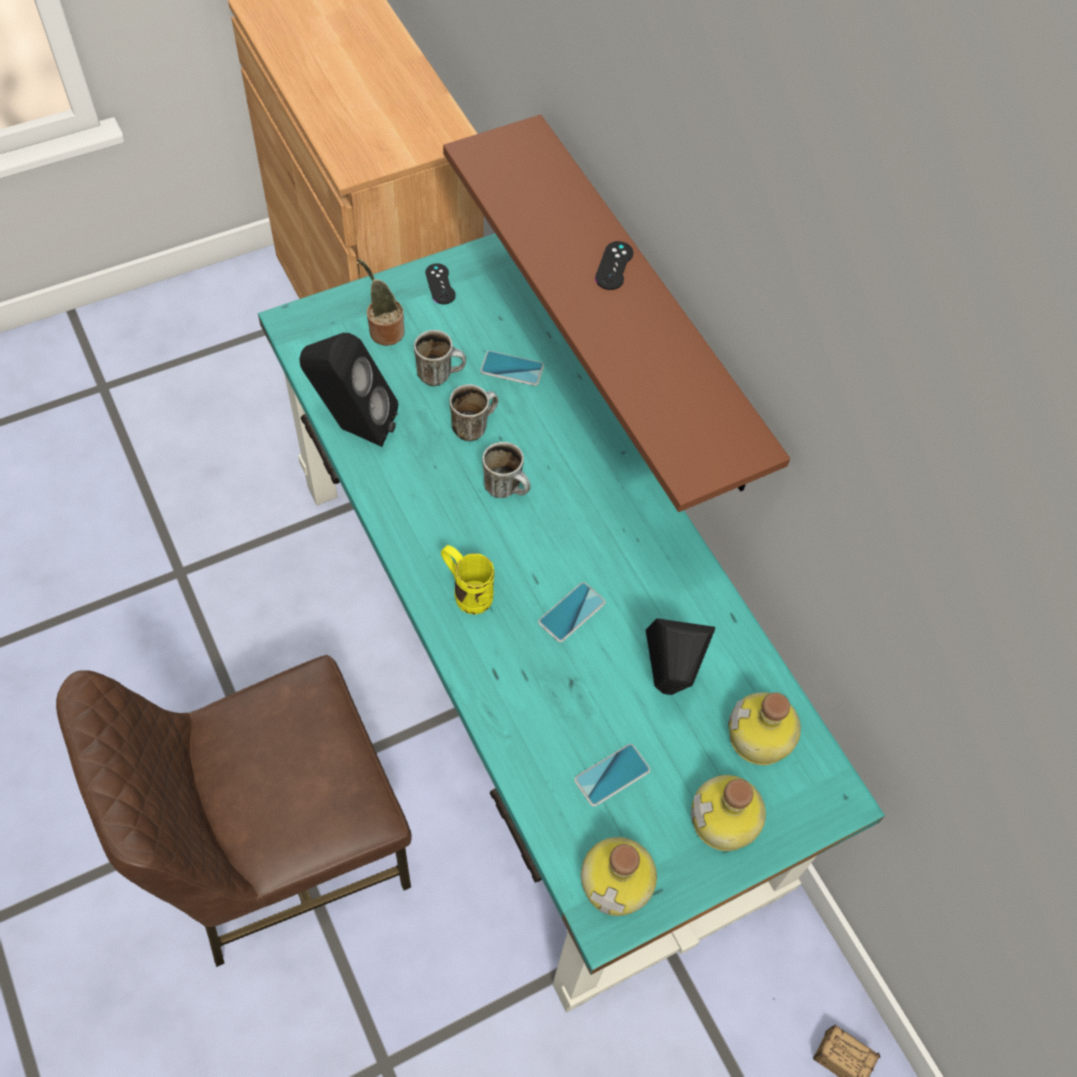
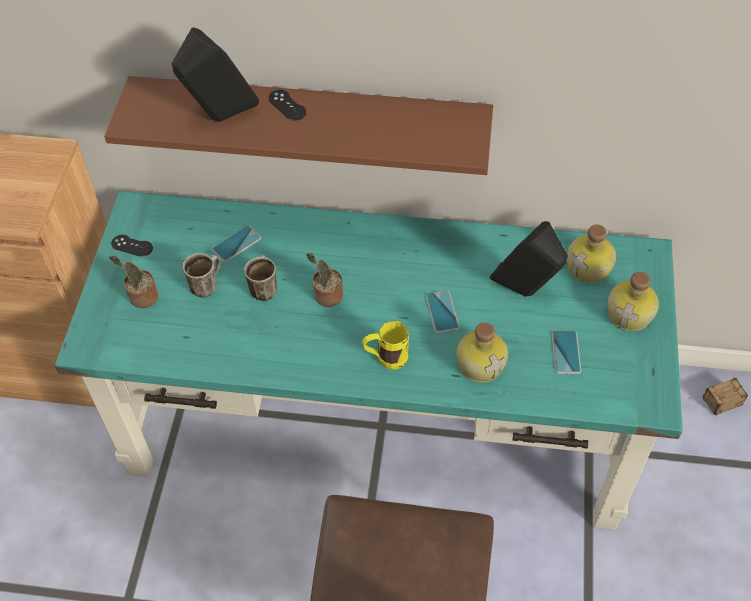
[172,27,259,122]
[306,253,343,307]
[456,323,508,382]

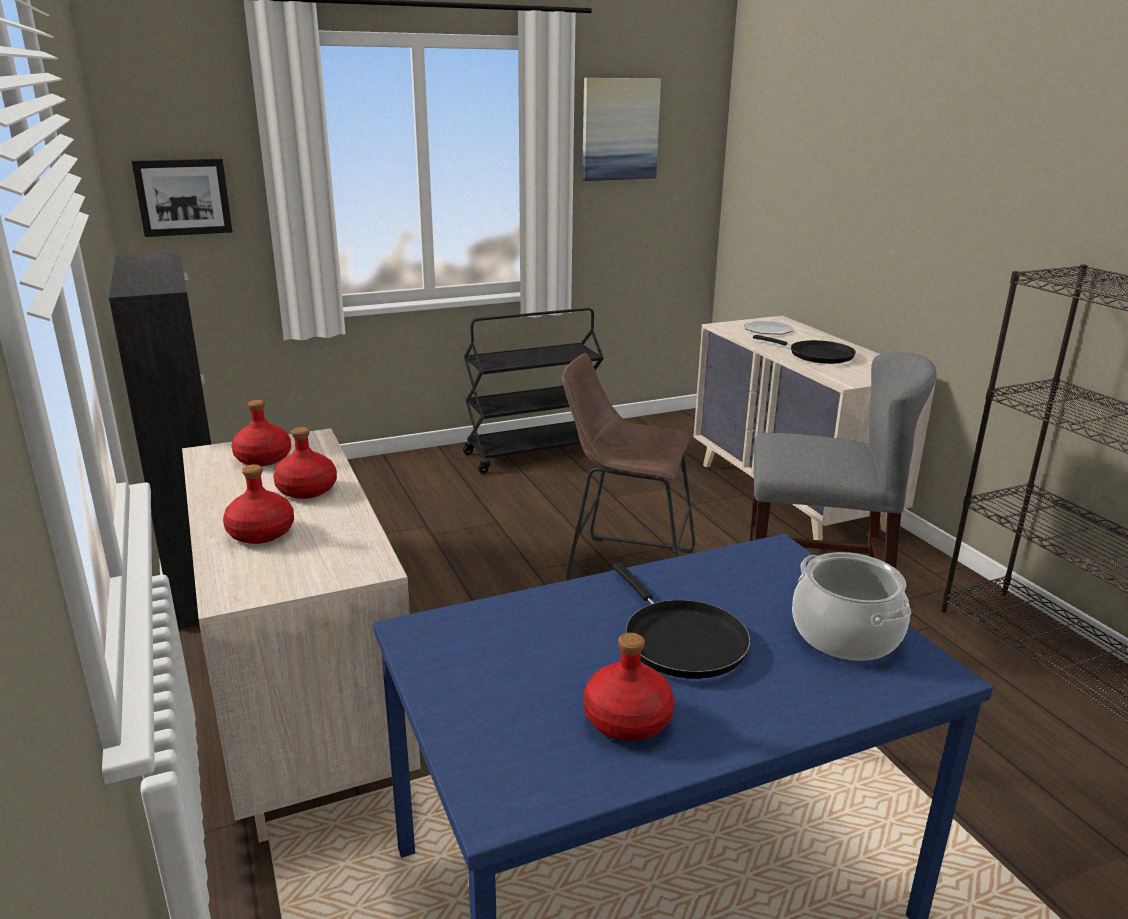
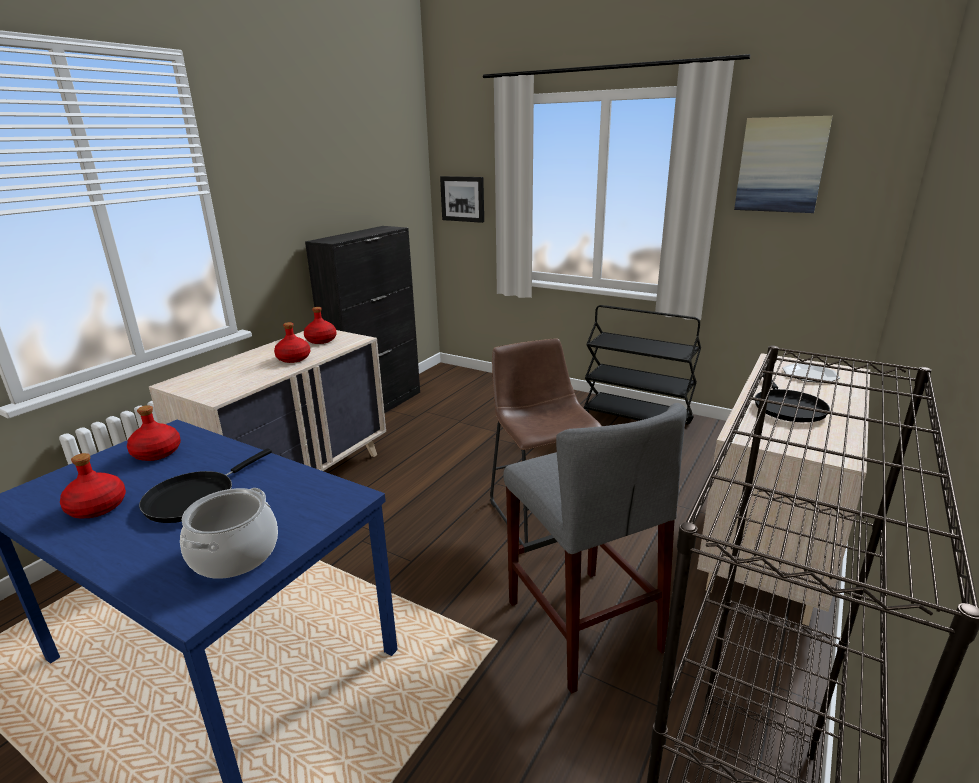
[127,405,181,461]

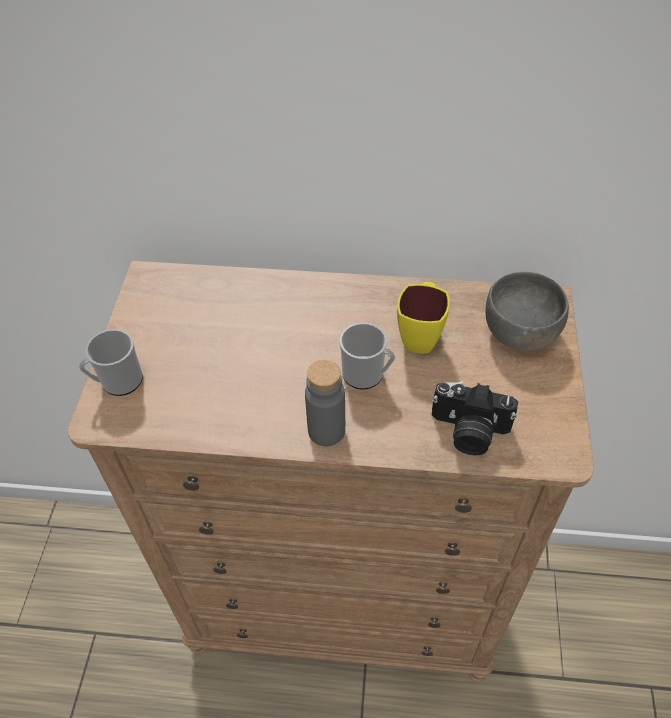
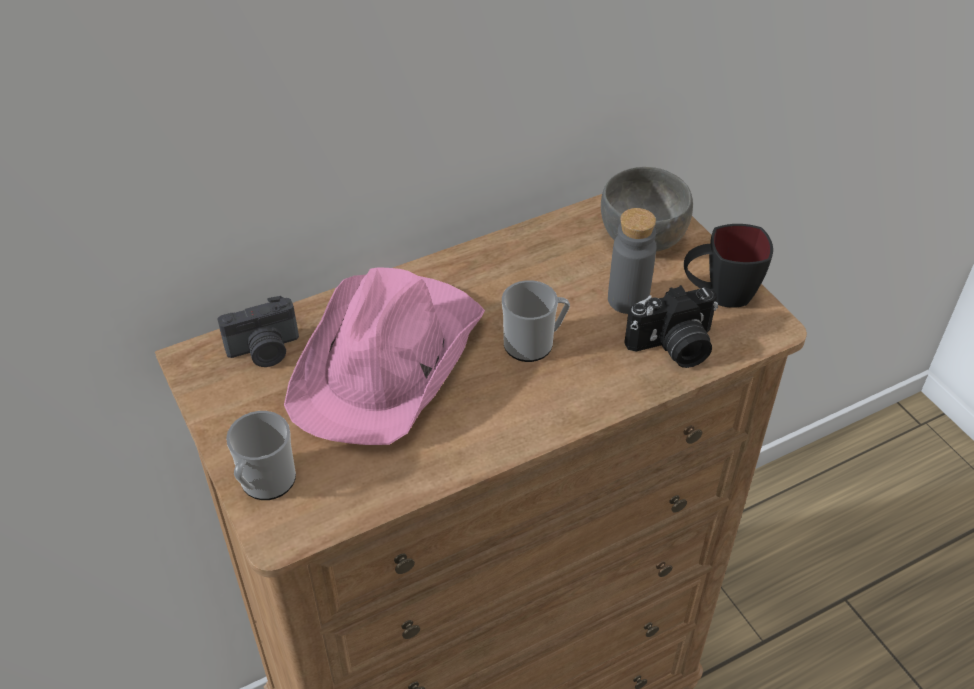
[217,296,299,367]
[284,268,485,445]
[608,208,657,314]
[684,224,773,308]
[397,282,450,354] (first image)

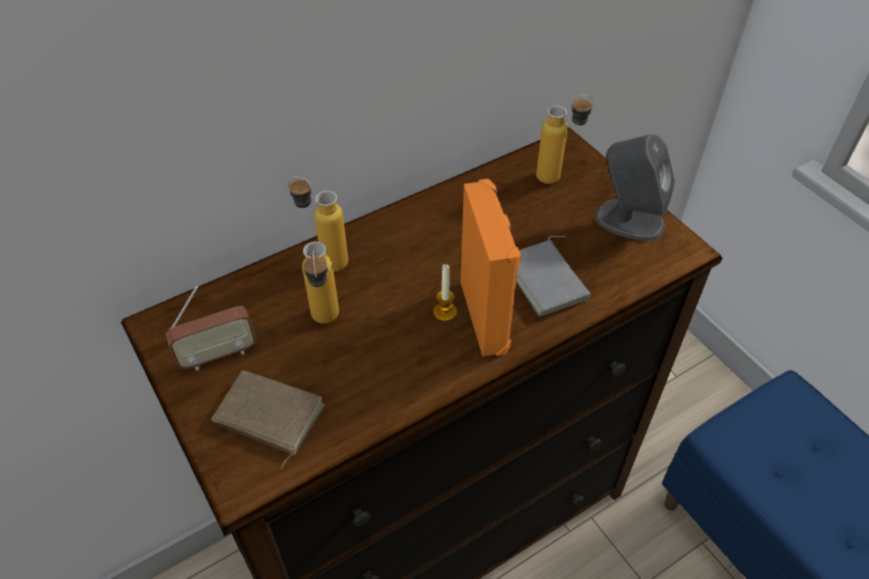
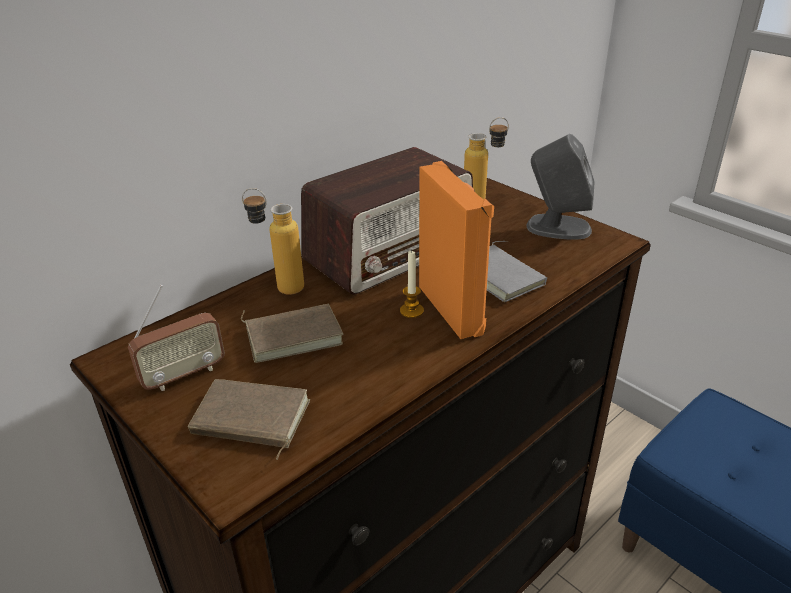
[241,304,343,363]
[301,147,473,295]

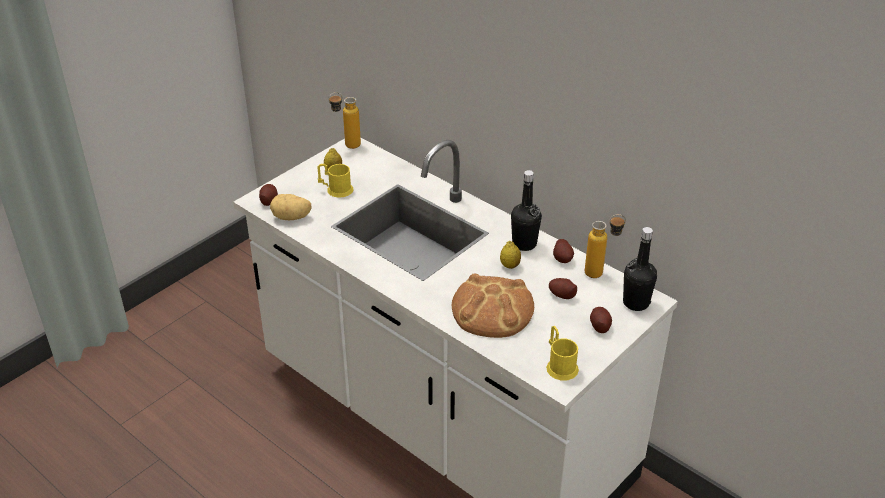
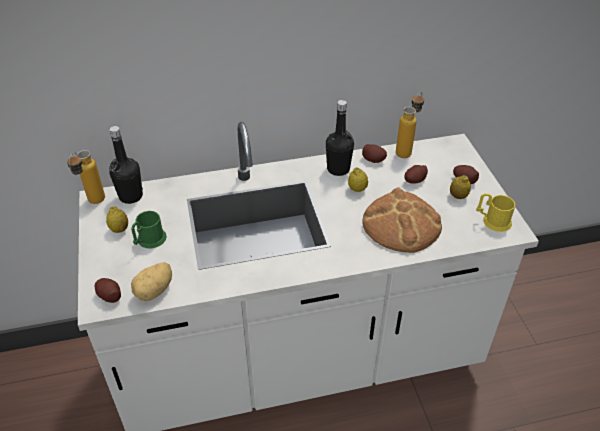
[109,126,143,204]
[131,211,167,249]
[450,175,471,199]

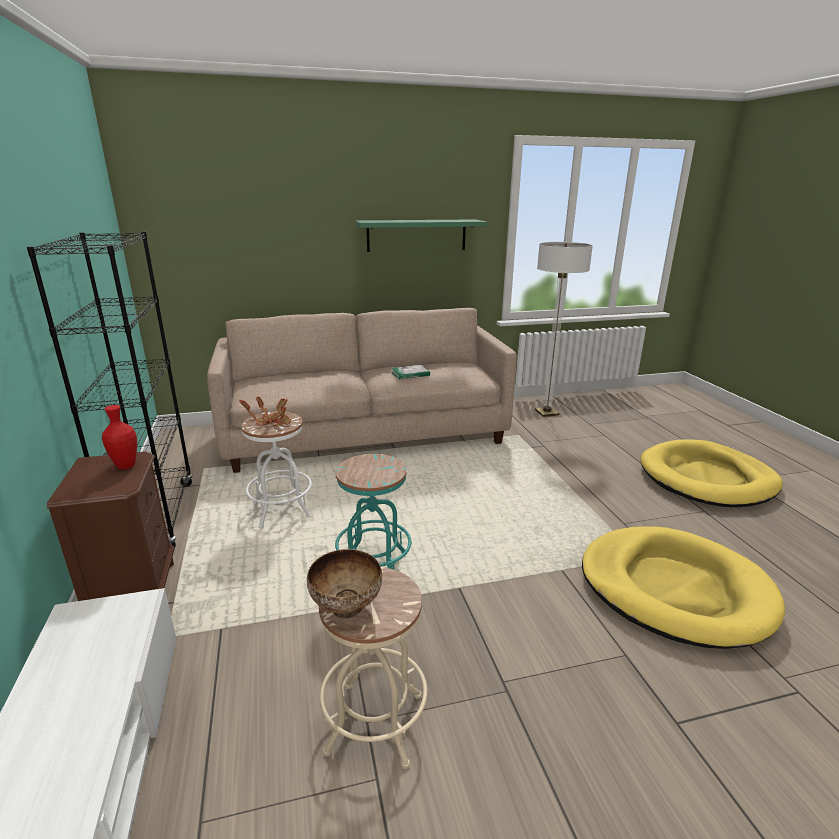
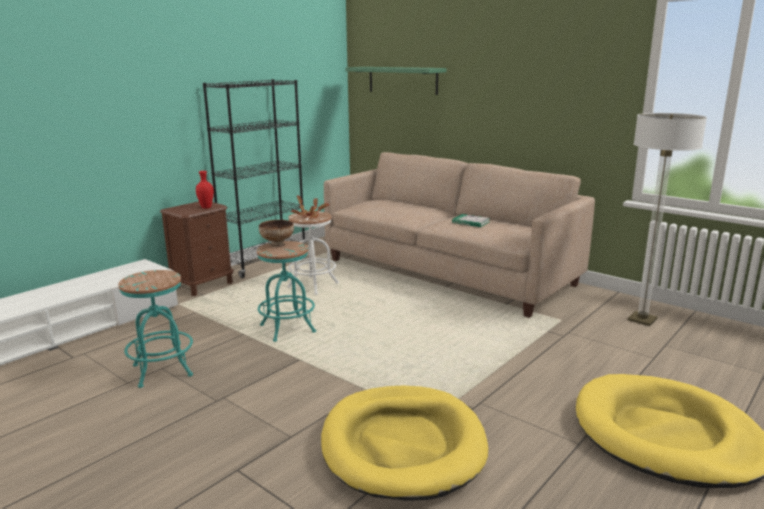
[118,270,193,388]
[259,220,294,247]
[345,67,446,95]

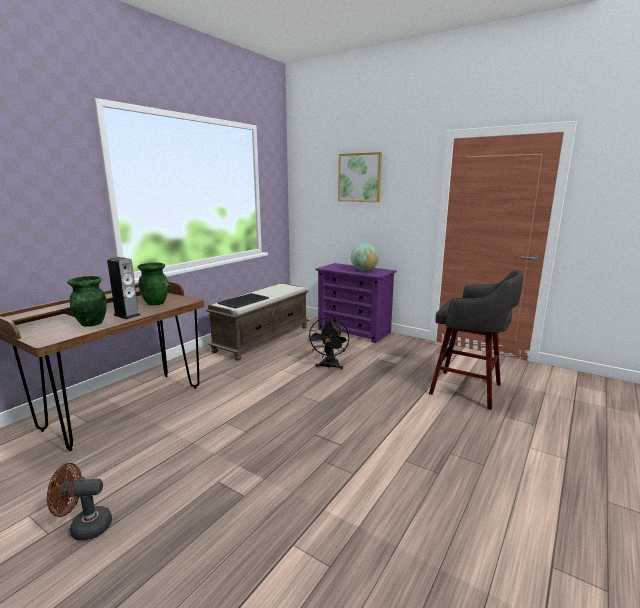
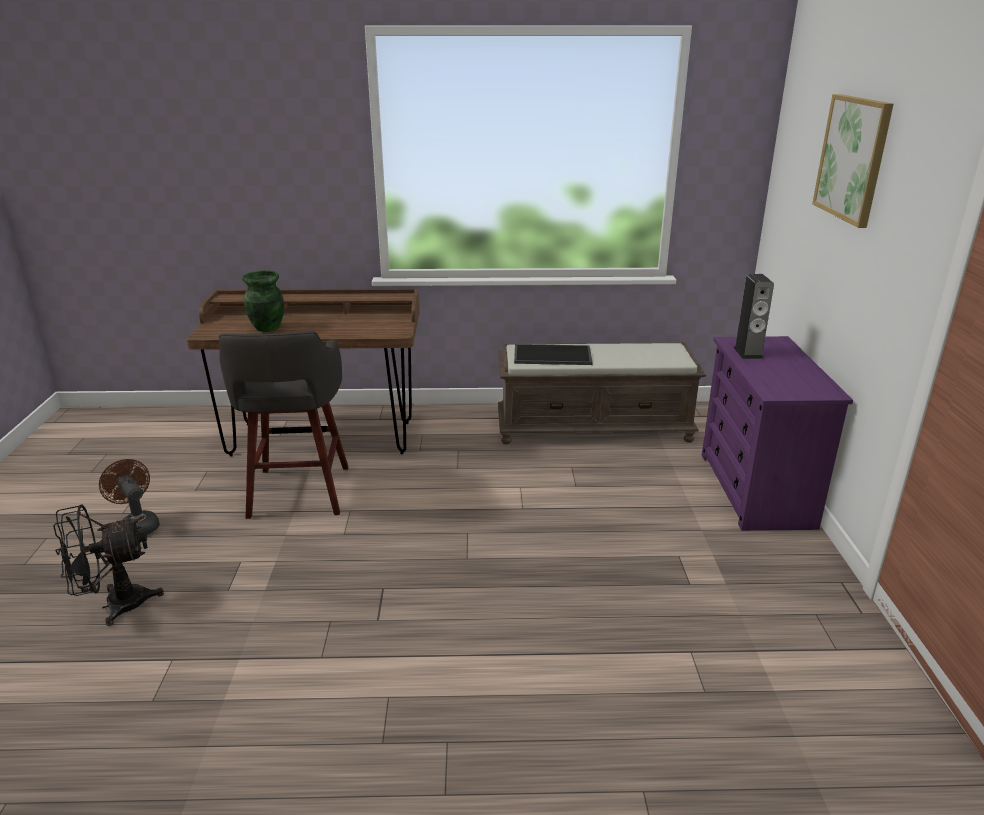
[53,504,164,626]
[219,331,349,519]
[733,274,774,359]
[137,263,168,305] (first image)
[351,243,379,271] (first image)

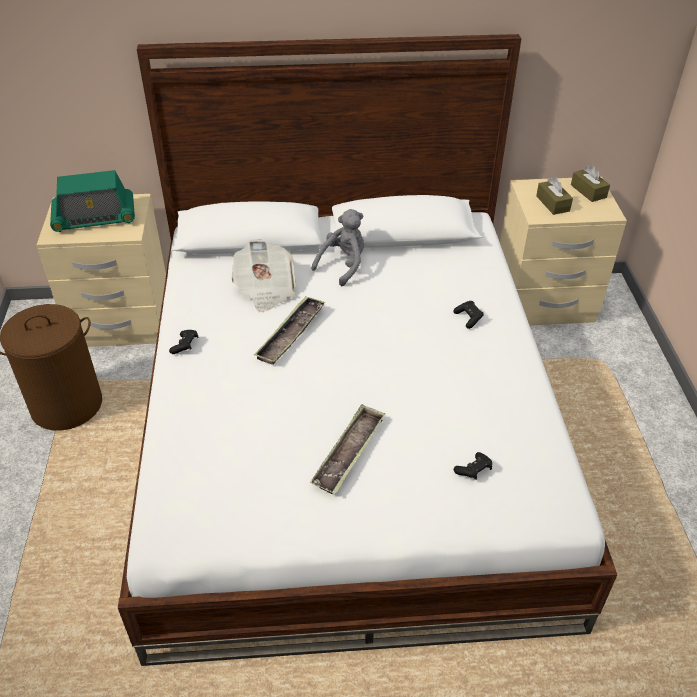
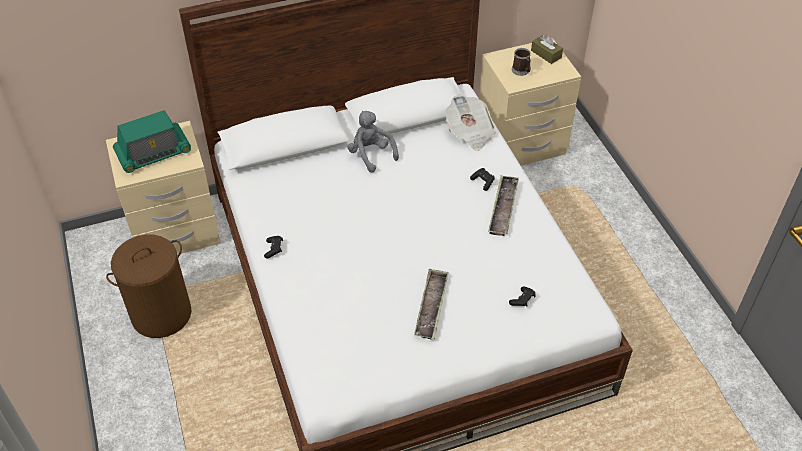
[348,111,399,173]
[445,95,496,151]
[488,176,519,236]
[512,48,531,76]

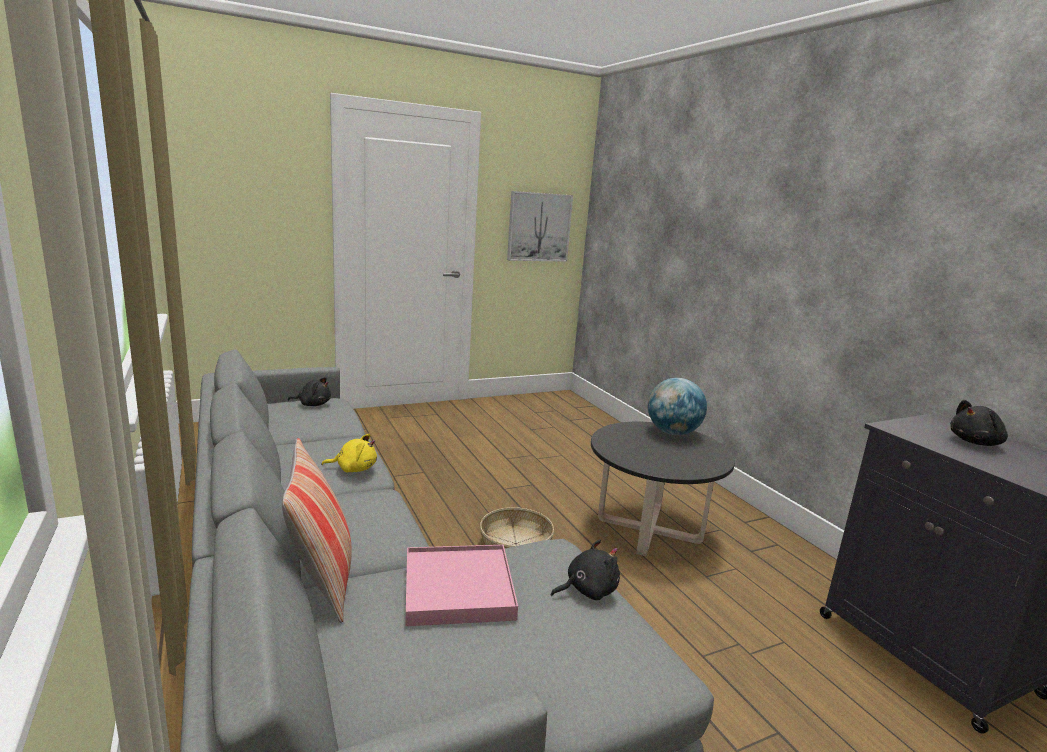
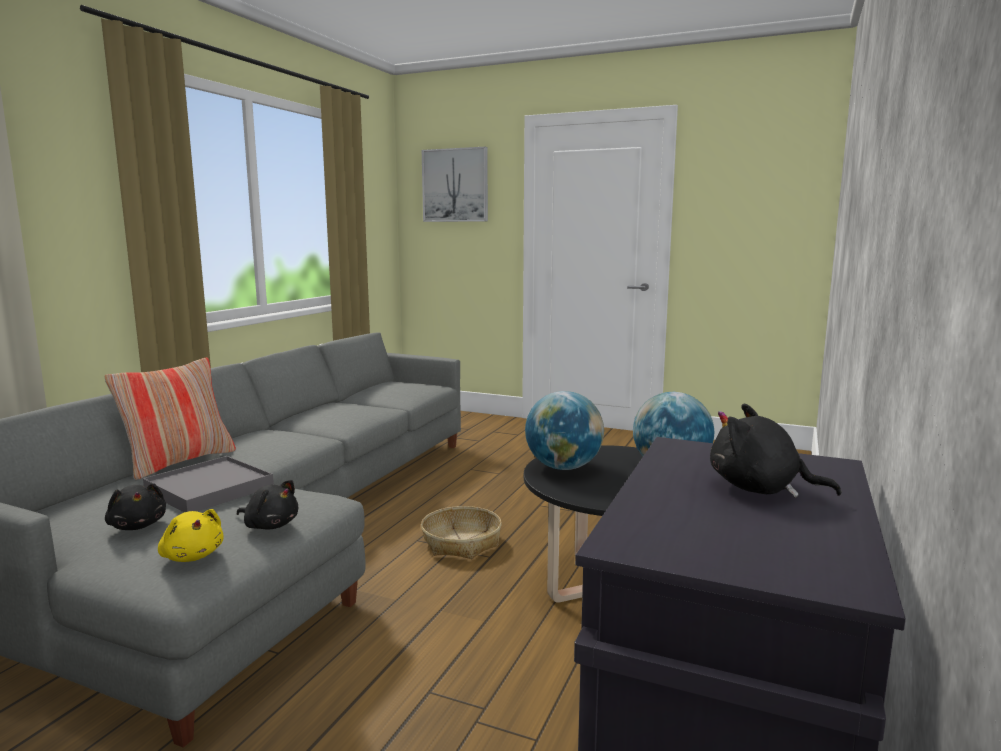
[105,483,166,530]
[143,456,274,512]
[158,509,224,562]
[422,147,488,222]
[525,391,604,470]

